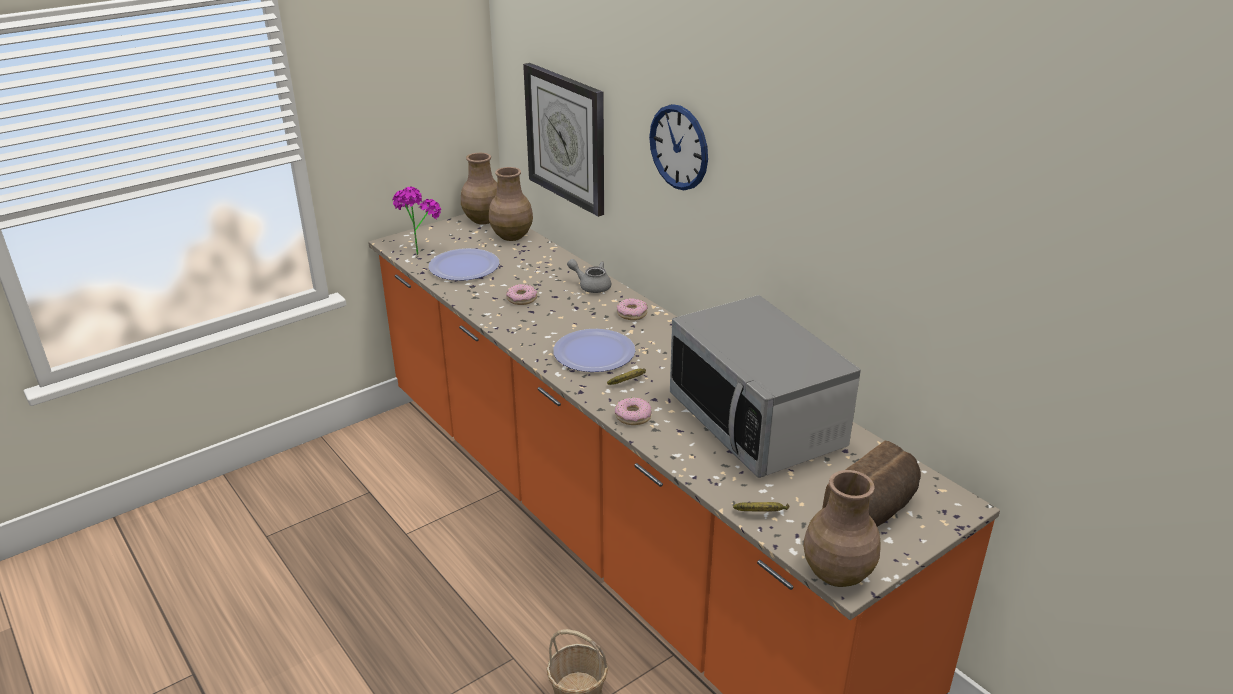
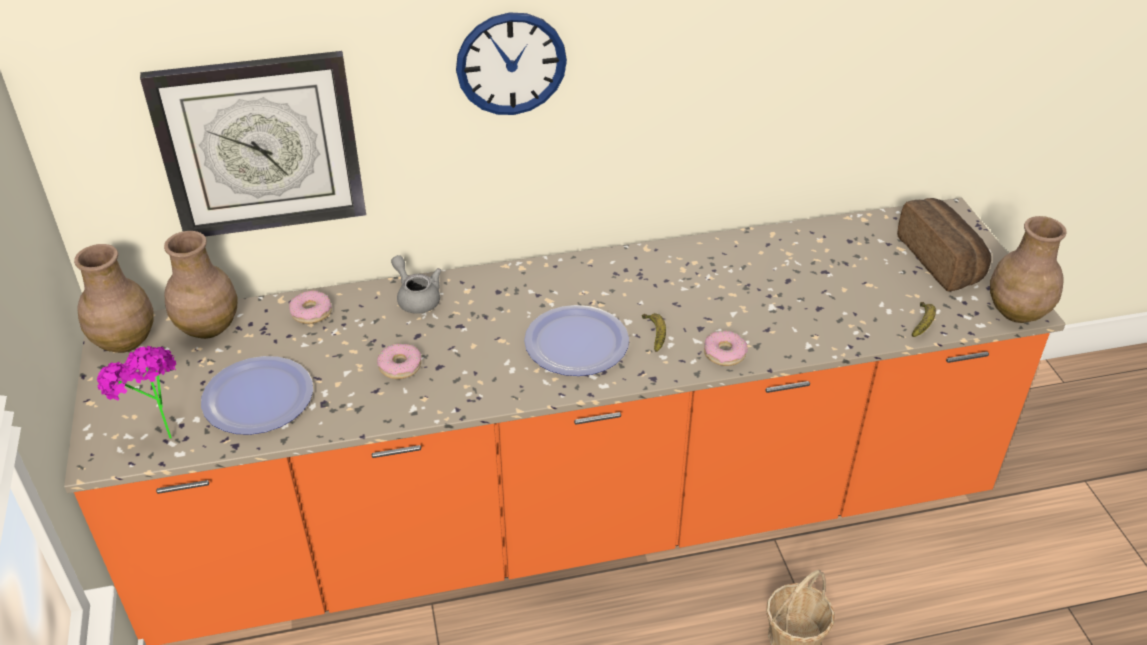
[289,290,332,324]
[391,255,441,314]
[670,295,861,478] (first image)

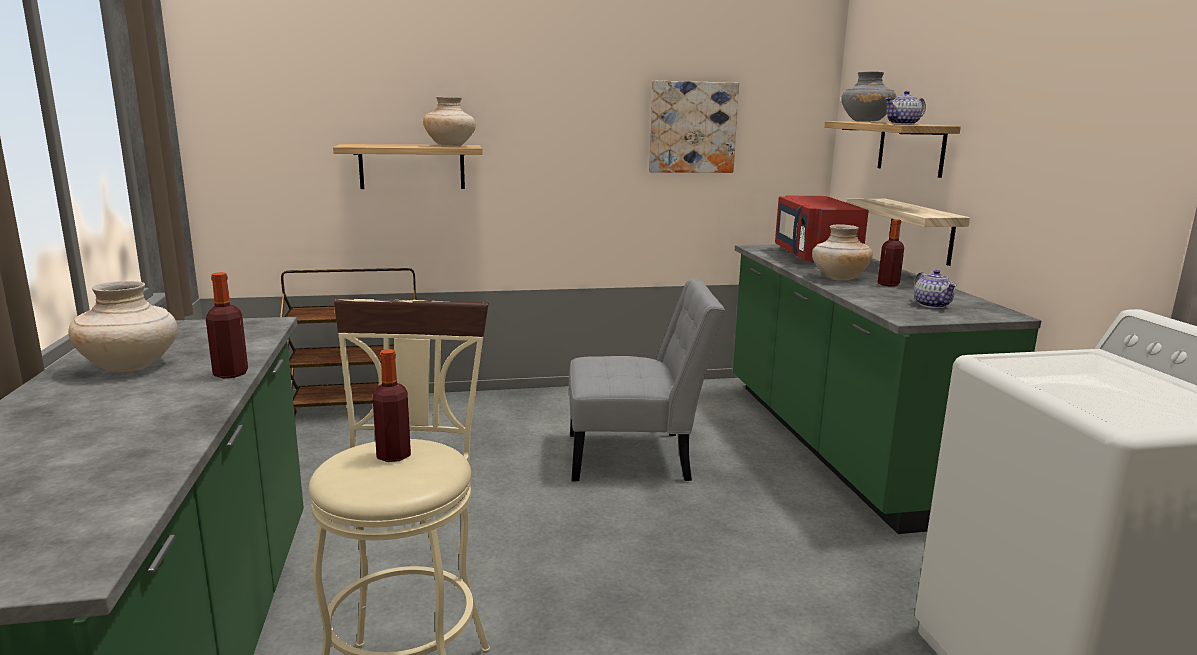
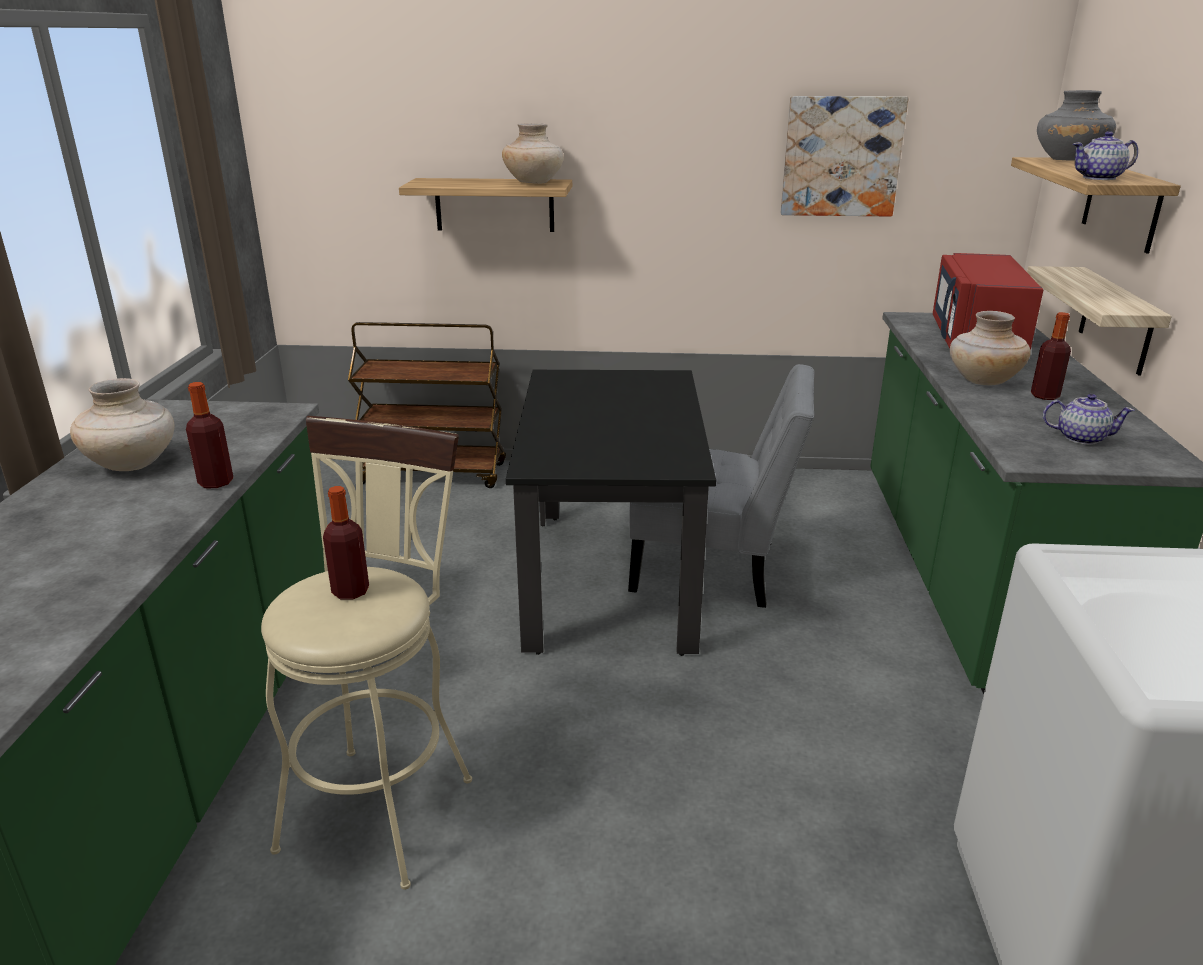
[506,370,716,656]
[1043,394,1135,445]

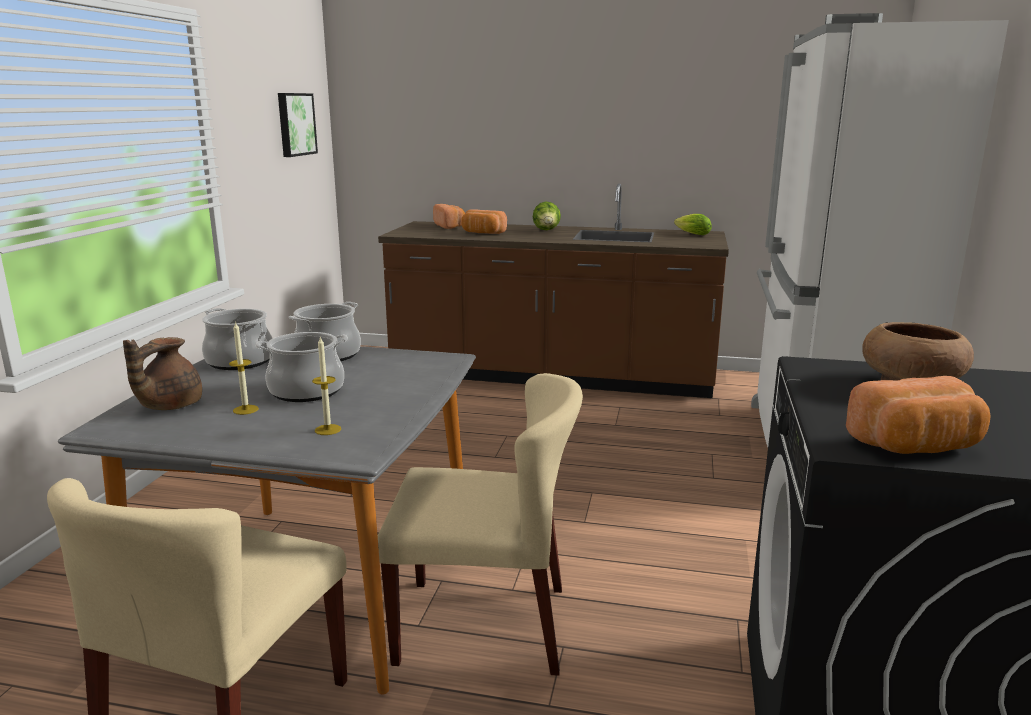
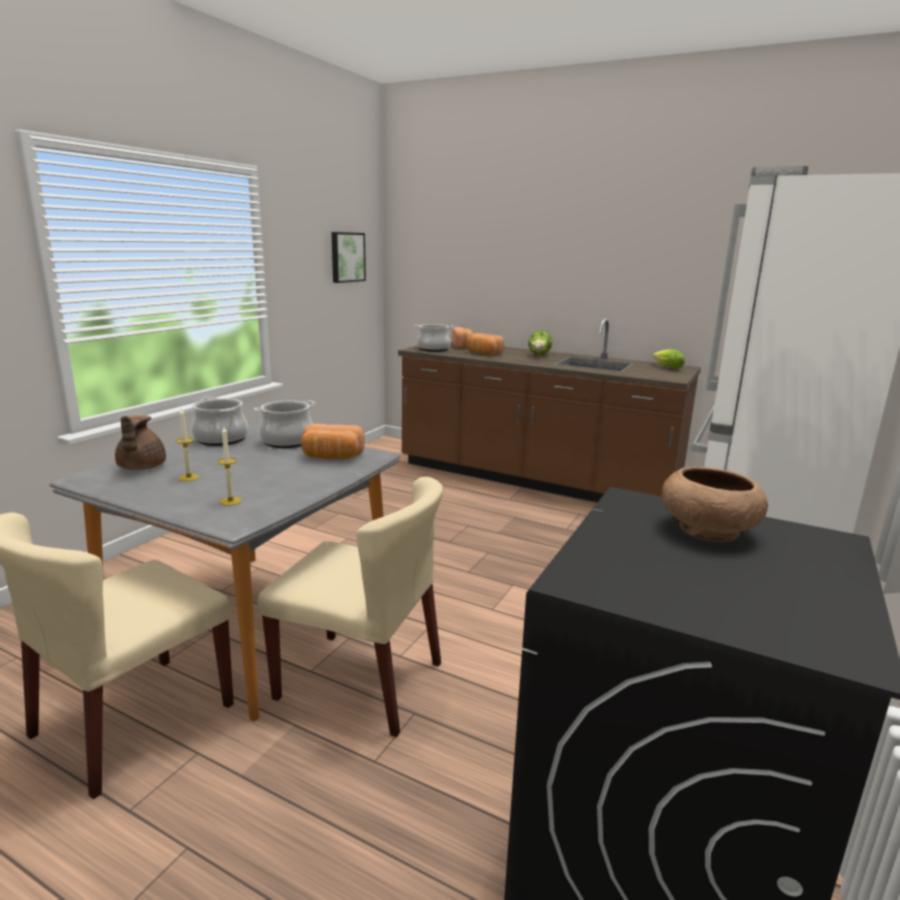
[115,415,166,470]
[301,424,365,459]
[414,324,454,352]

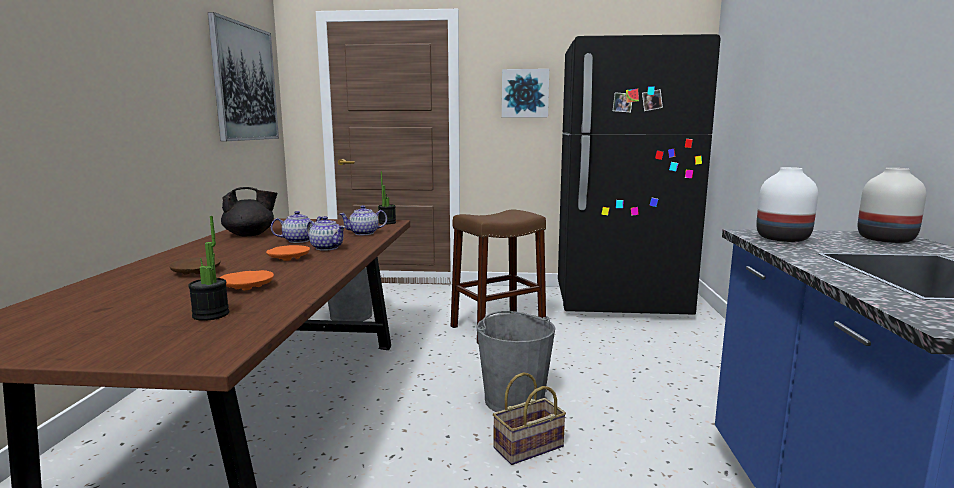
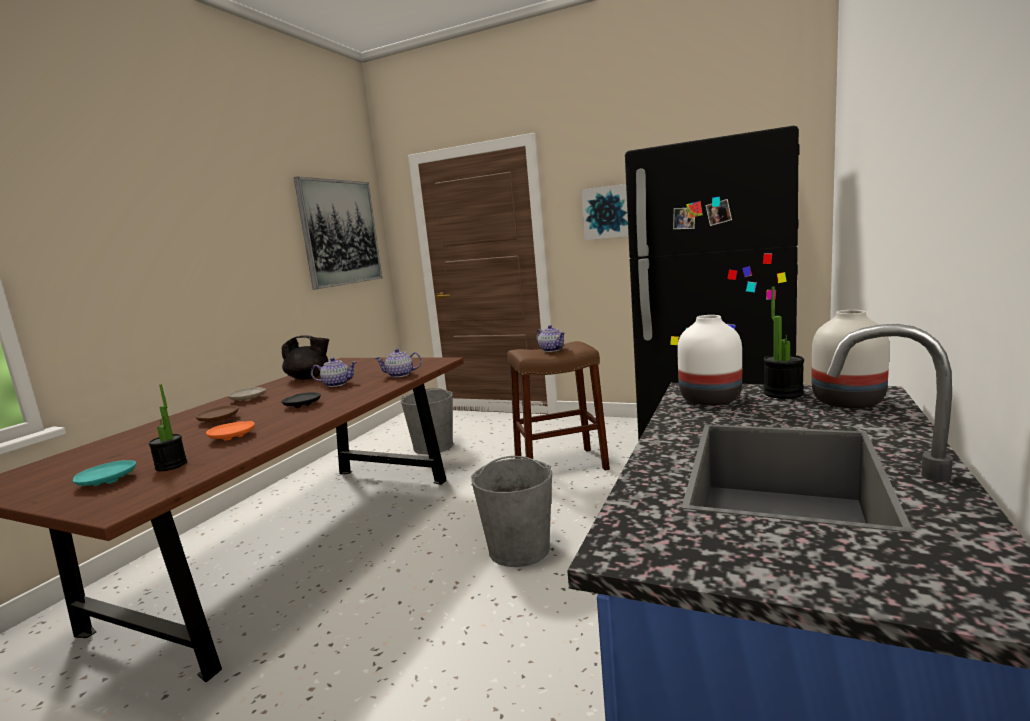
[73,460,136,486]
[228,387,266,401]
[281,392,321,408]
[536,325,565,352]
[763,287,804,399]
[493,372,566,465] (first image)

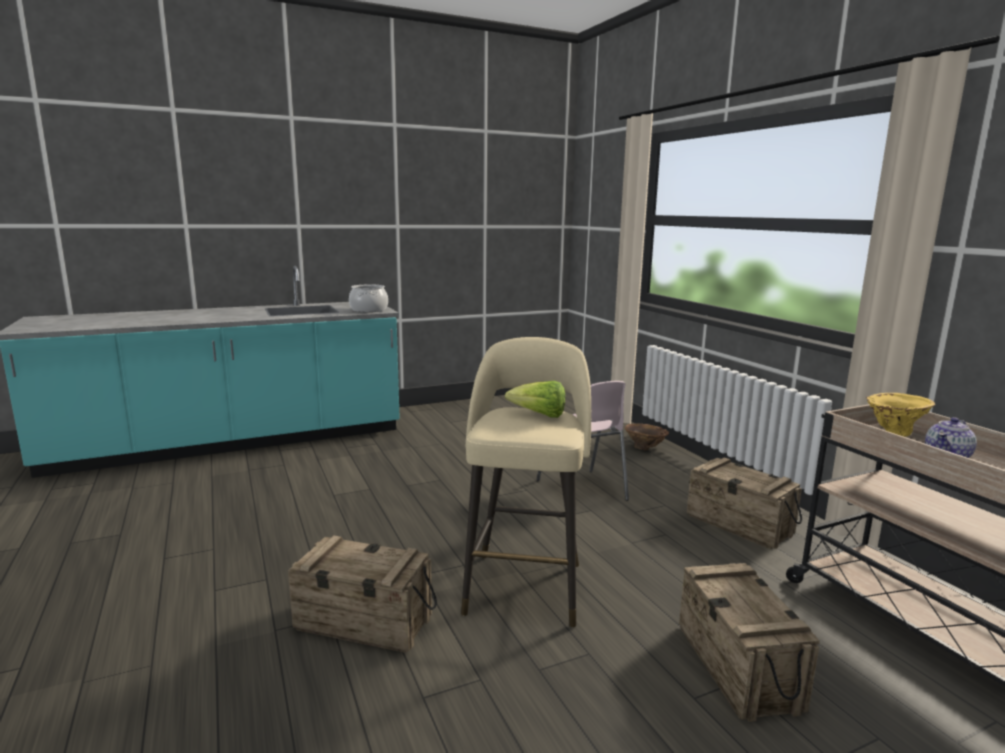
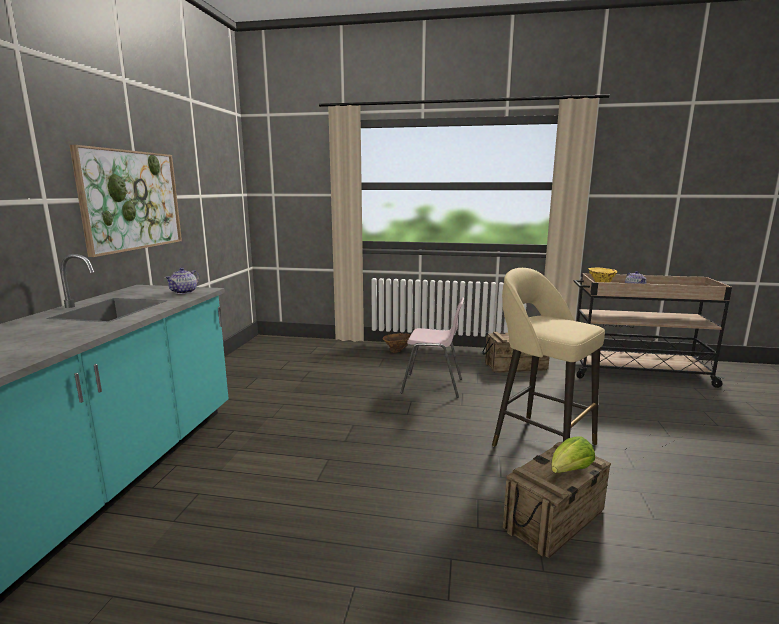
[69,145,182,257]
[164,268,199,294]
[551,436,595,473]
[679,563,820,722] (first image)

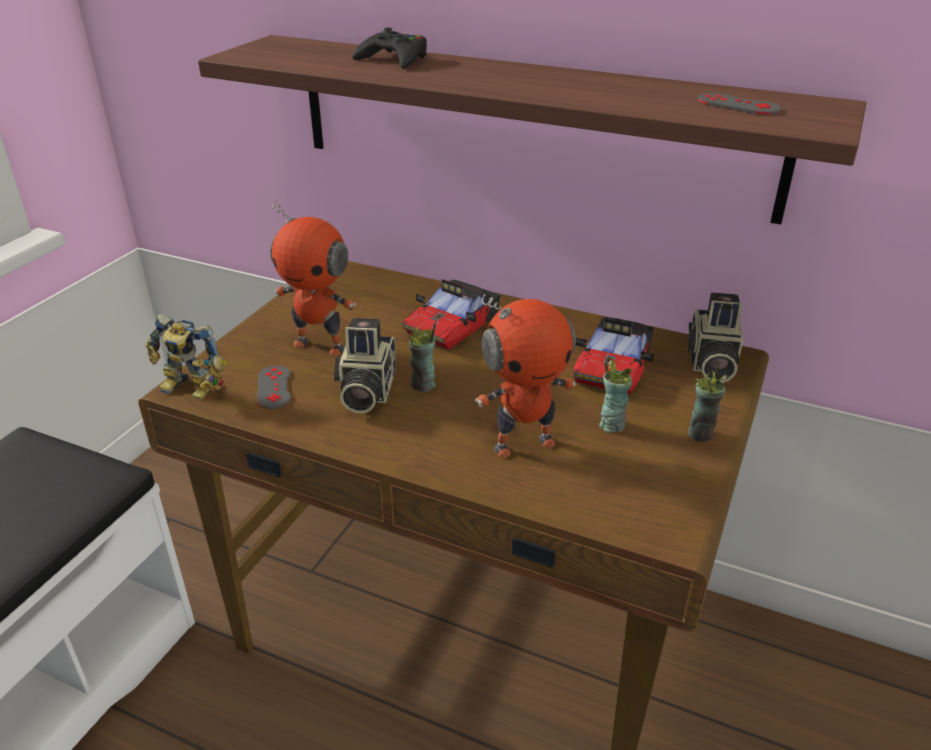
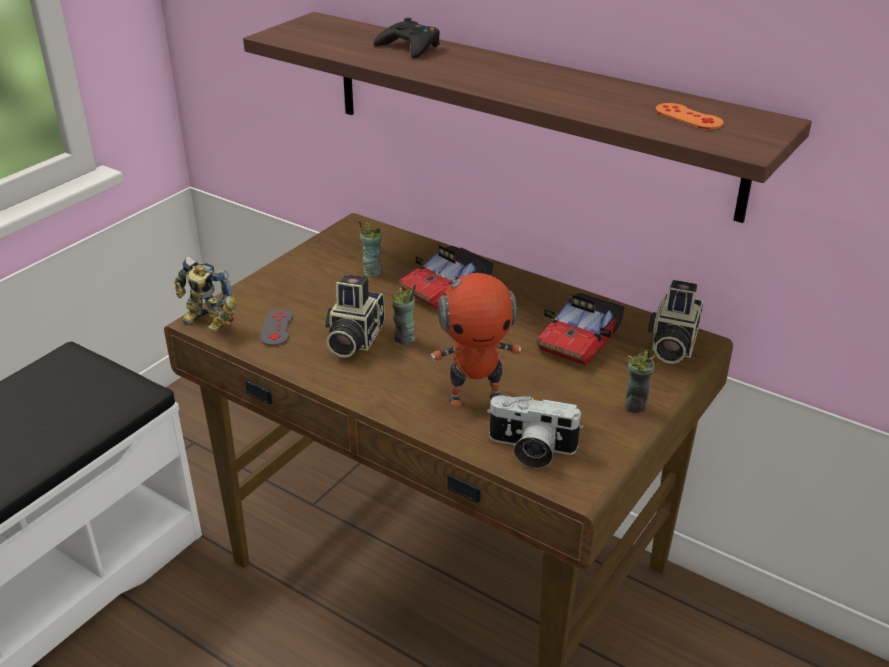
[359,220,382,277]
[487,395,583,468]
[655,103,723,129]
[270,200,356,355] (first image)

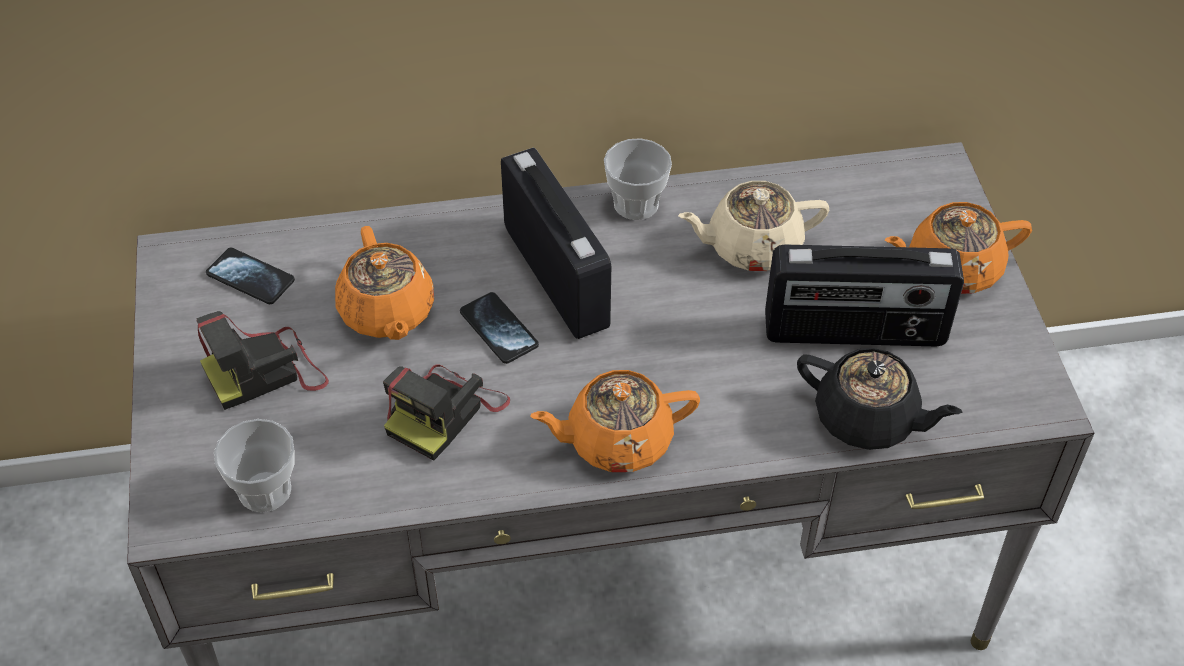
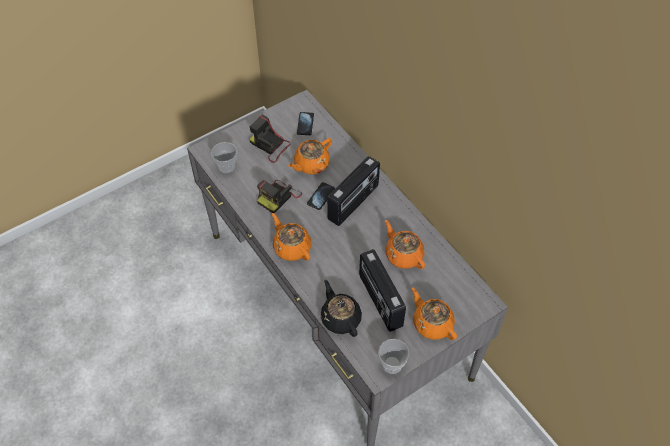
[257,180,302,213]
[321,280,362,337]
[378,339,410,374]
[385,220,425,269]

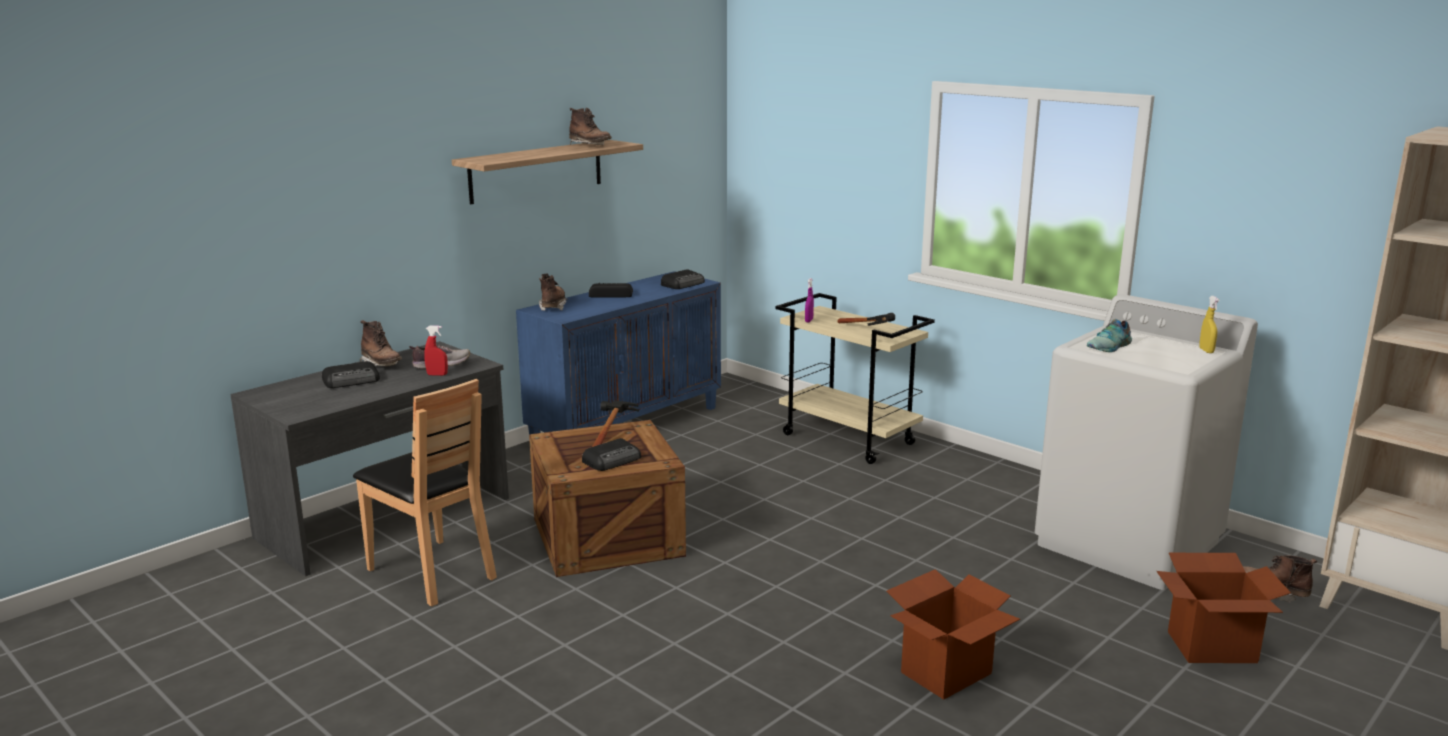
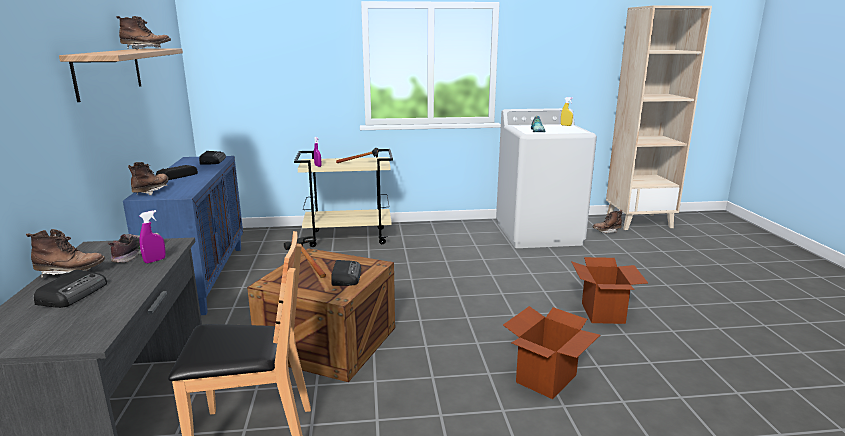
[128,162,169,195]
[139,210,166,263]
[503,306,600,399]

